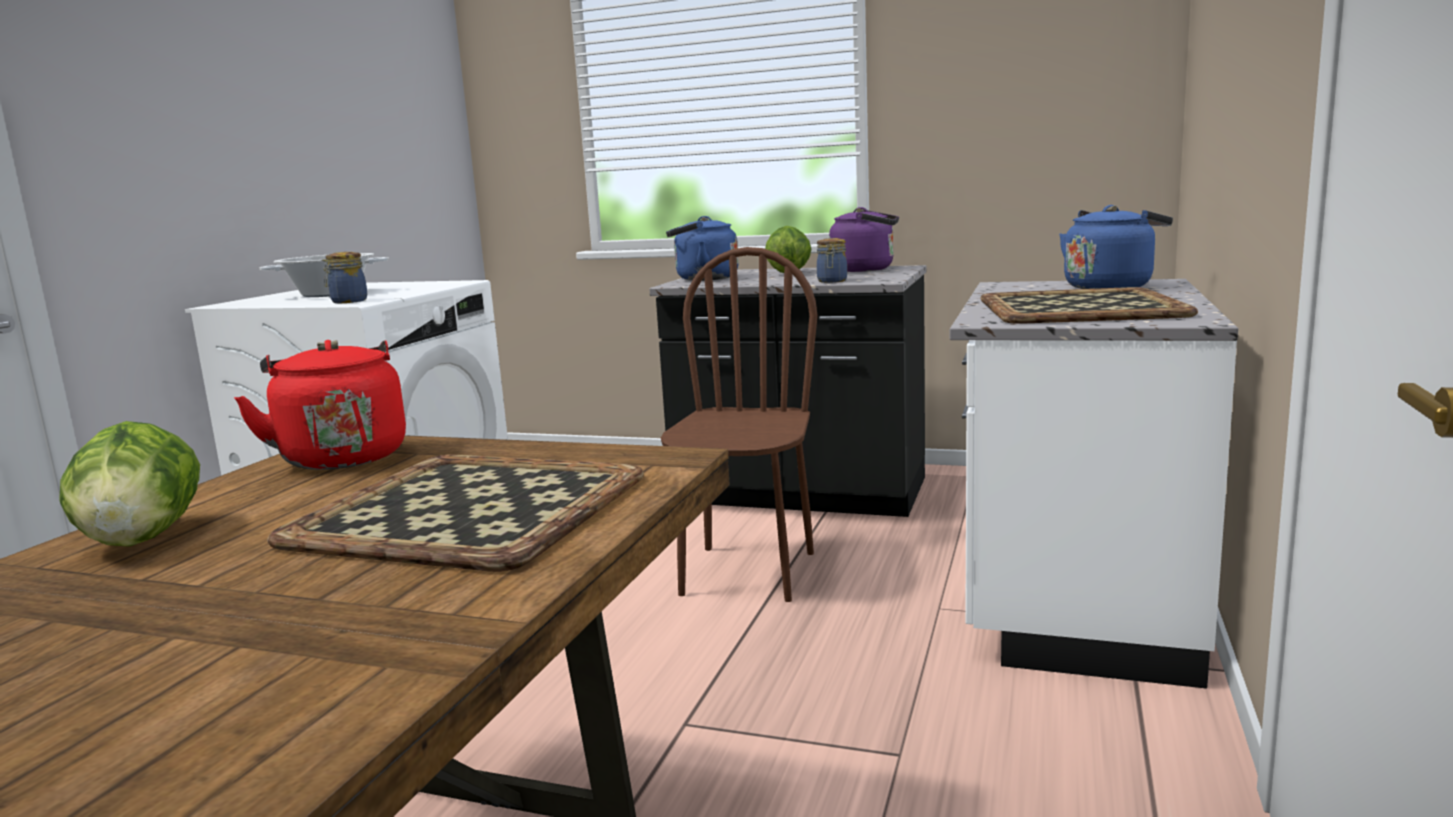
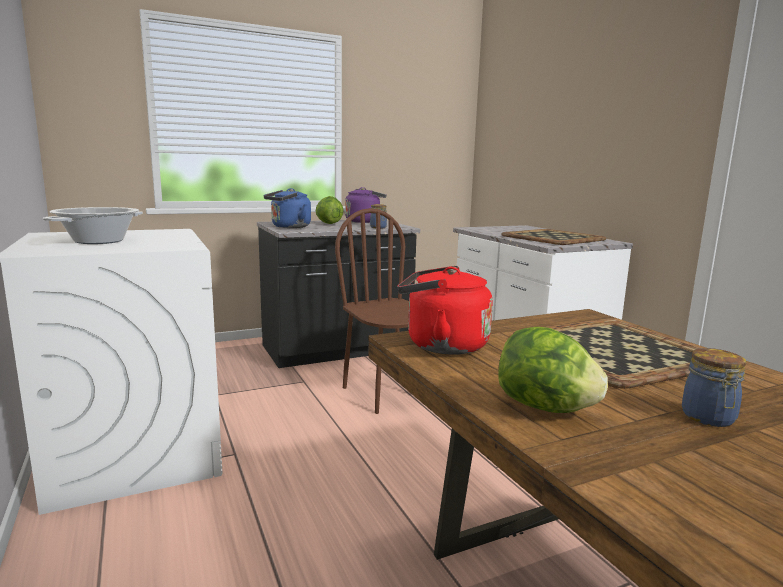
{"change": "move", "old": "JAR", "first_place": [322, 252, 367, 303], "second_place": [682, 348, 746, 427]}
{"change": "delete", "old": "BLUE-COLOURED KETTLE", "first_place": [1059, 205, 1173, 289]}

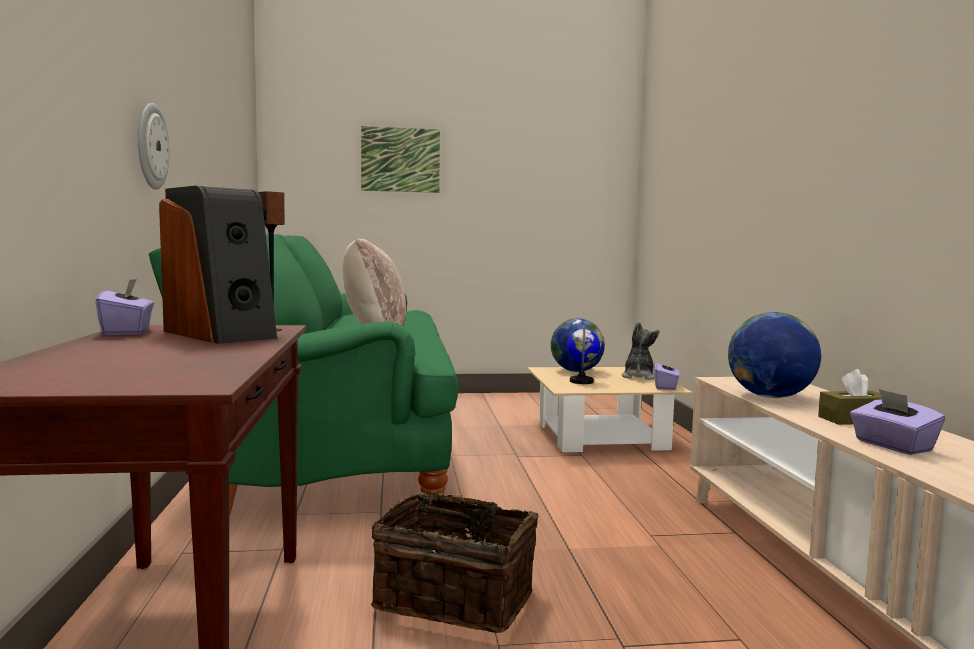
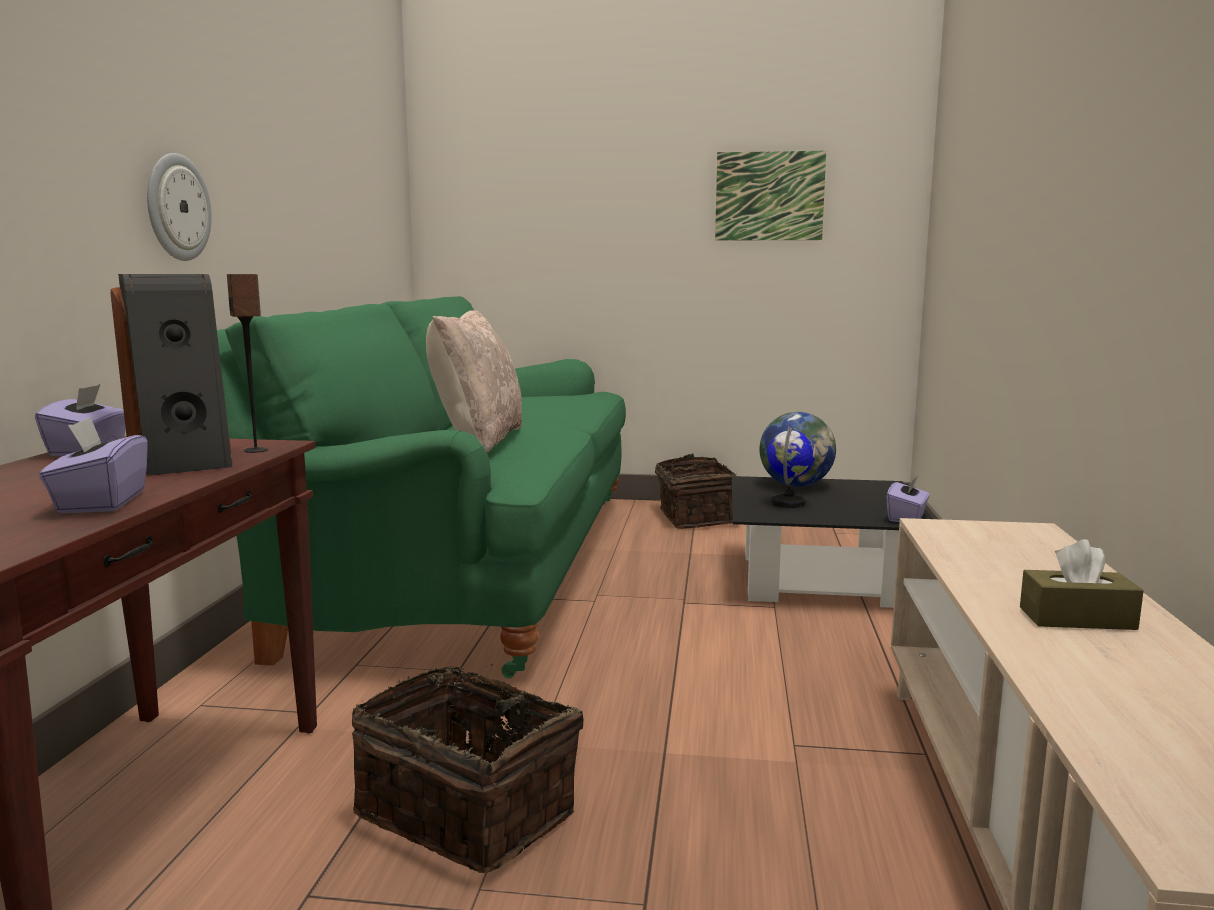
{"change": "move", "old": "PURPLISH TISSUE BOX", "first_place": [850, 389, 945, 455], "second_place": [39, 417, 148, 513]}
{"change": "insert", "new": "STORAGE BASKET", "second_place": [650, 453, 736, 529]}
{"change": "move", "old": "WALL PICTURE", "first_place": [361, 126, 440, 193], "second_place": [715, 150, 826, 241]}
{"change": "recolor", "old": "BEIGE-COLOURED COFFEE TABLE", "new": "BLACK-COLOURED COFFEE TABLE", "first_place": [527, 367, 693, 453], "second_place": [732, 476, 934, 608]}
{"change": "delete", "old": "PLUSH TOY", "first_place": [621, 322, 659, 380]}
{"change": "delete", "old": "DESK GLOBE", "first_place": [728, 312, 821, 398]}

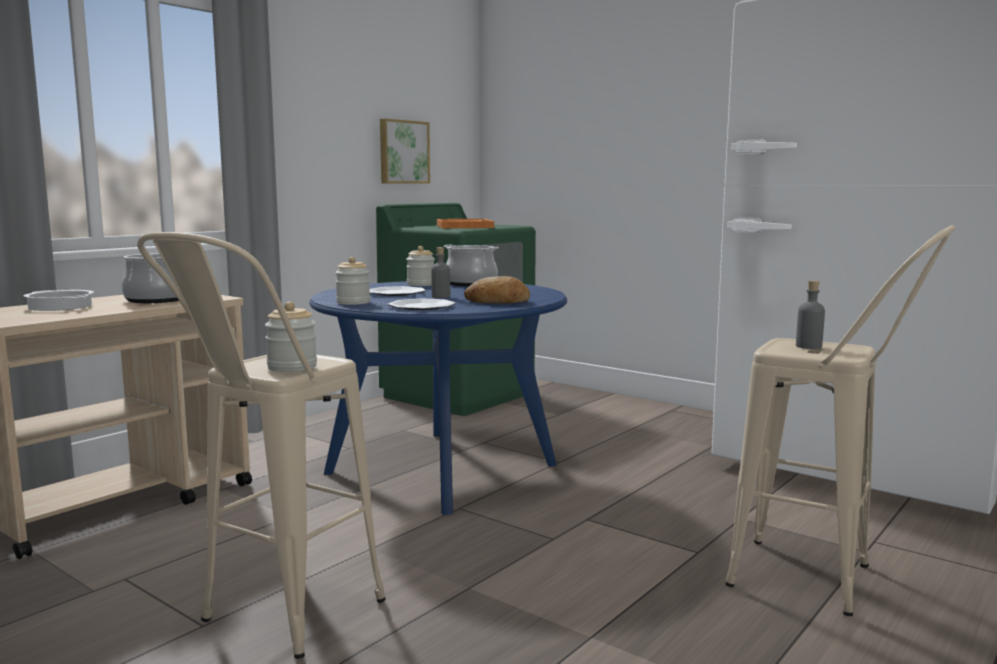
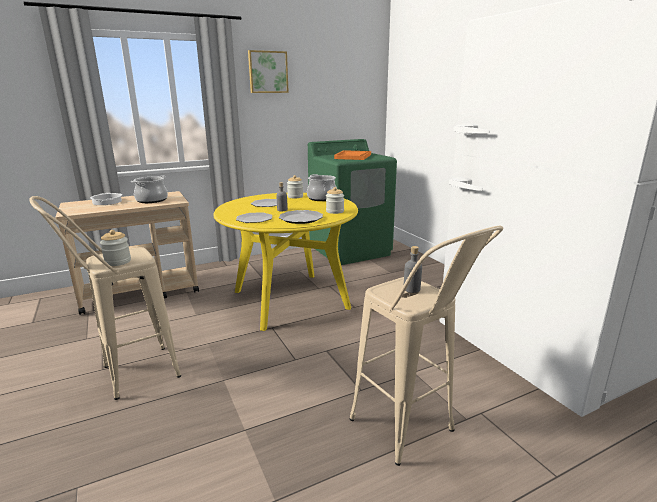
{"change": "recolor", "old": "BLUE-COLOURED DINING TABLE", "new": "YELLOWISH DINING TABLE", "first_place": [309, 281, 567, 515], "second_place": [213, 193, 358, 331]}
{"change": "move", "old": "WALL PICTURE", "first_place": [380, 118, 430, 184], "second_place": [248, 50, 289, 93]}
{"change": "replace", "old": "BREAD", "new": "PLATE", "first_place": [464, 276, 530, 304], "second_place": [279, 210, 323, 224]}
{"change": "move", "old": "JAR", "first_place": [335, 257, 370, 305], "second_place": [326, 187, 344, 214]}

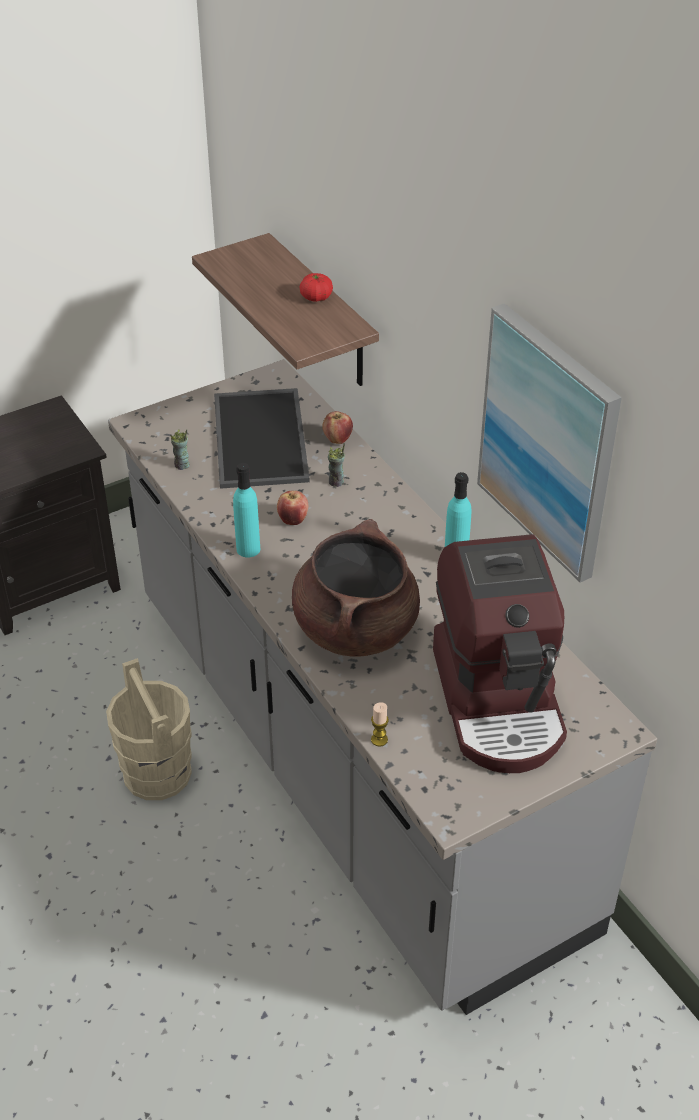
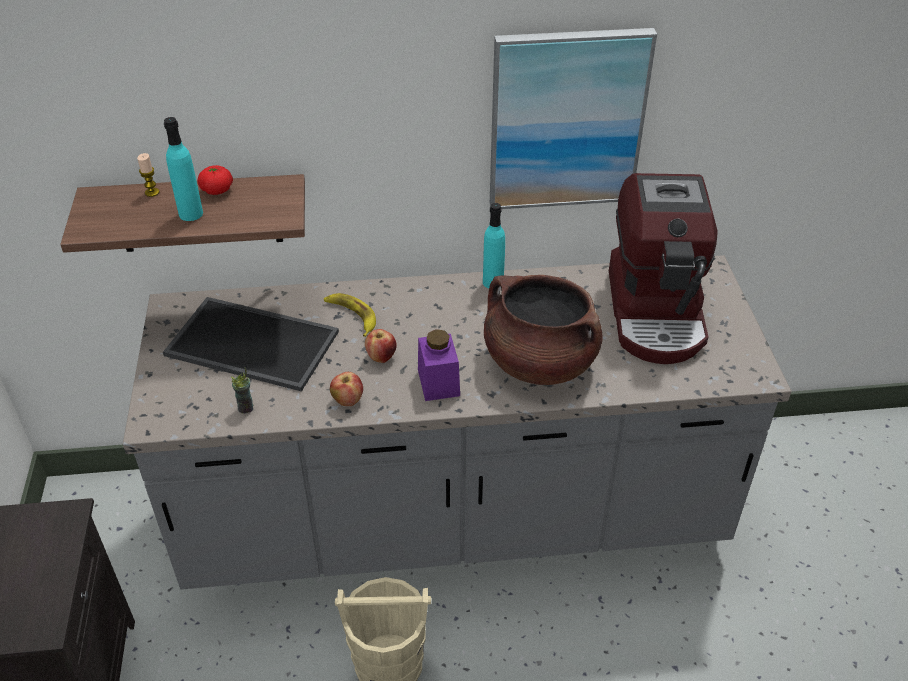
{"change": "move", "old": "WAX LIGHT", "first_place": [371, 702, 389, 747], "second_place": [137, 153, 159, 197]}
{"change": "move", "old": "TURQUOISE DRINK BOTTLE", "first_place": [233, 463, 260, 557], "second_place": [164, 117, 203, 221]}
{"change": "replace", "old": "CUP", "new": "WHOLE BANANA", "first_place": [328, 443, 345, 487], "second_place": [324, 293, 376, 337]}
{"change": "move", "old": "APPLE", "first_place": [322, 411, 353, 444], "second_place": [330, 372, 363, 406]}
{"change": "insert", "new": "PURPLISH JAR", "second_place": [418, 329, 460, 401]}
{"change": "rotate", "old": "COFFEE MACHINE", "first_place": [433, 534, 567, 773], "second_place": [609, 173, 718, 364], "degrees": 75}

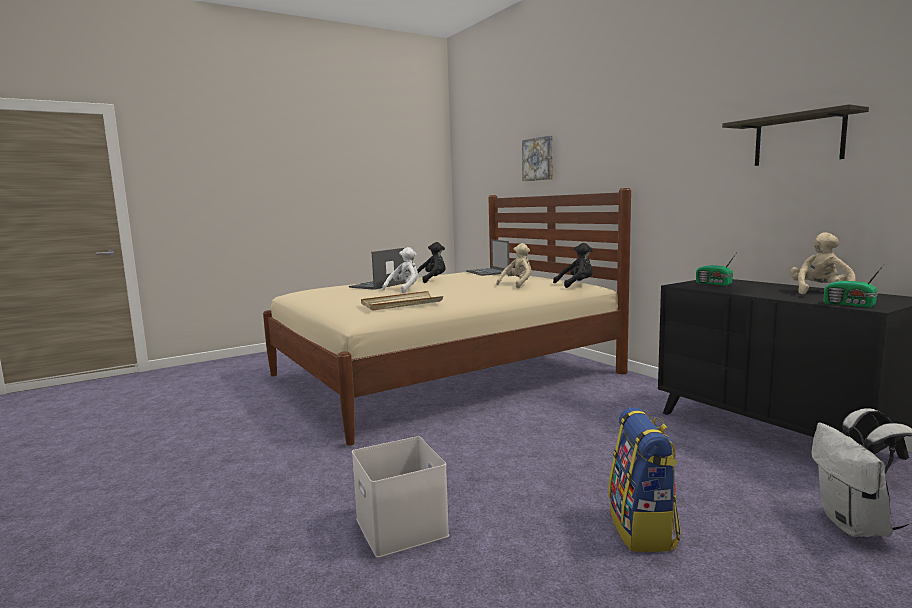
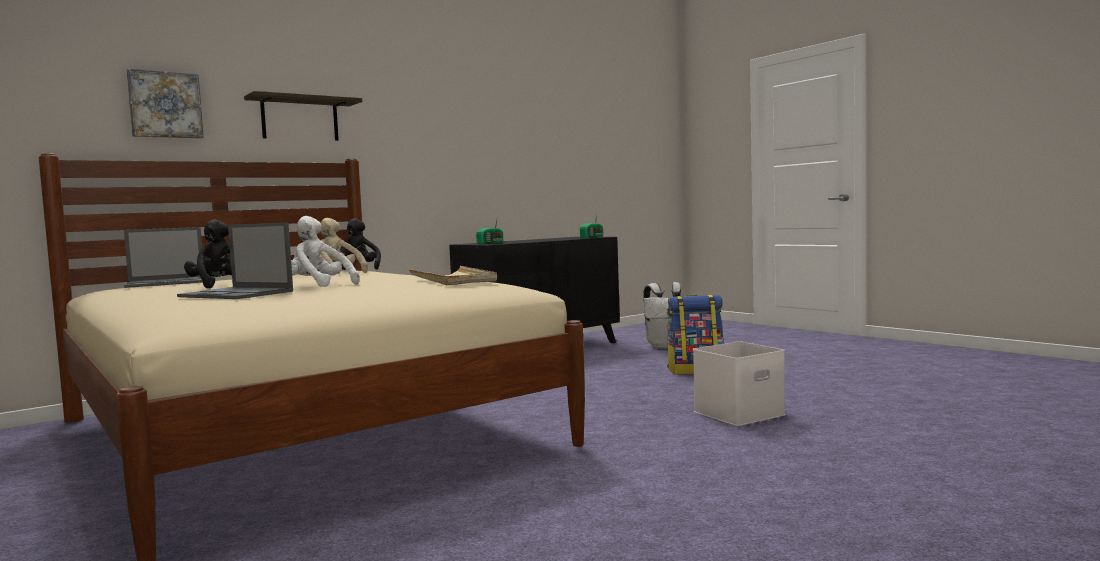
{"change": "move", "old": "WALL SHELF", "first_place": [722, 104, 869, 166], "second_place": [244, 91, 362, 141]}
{"change": "delete", "old": "BEIGE-COLOURED PLUSH TOY", "first_place": [790, 232, 855, 295]}

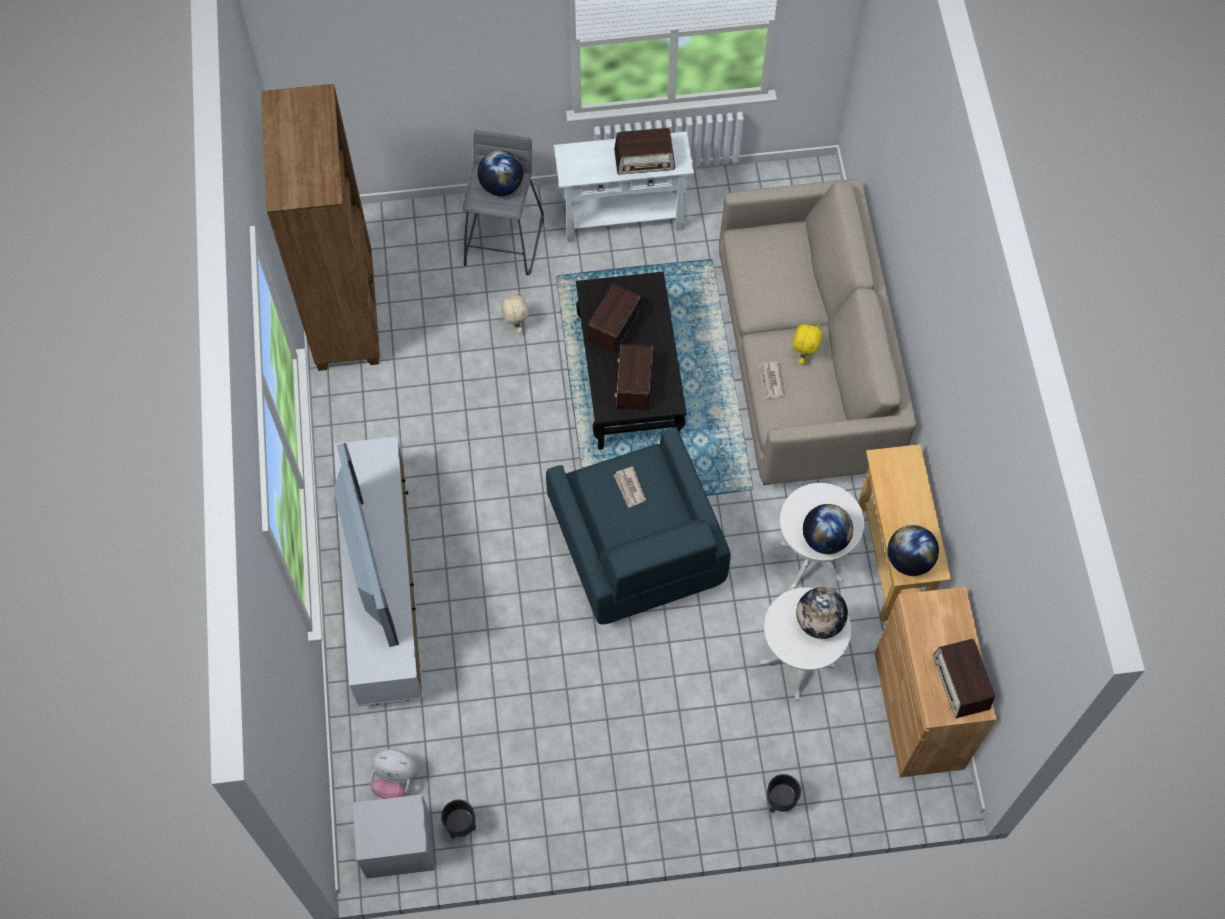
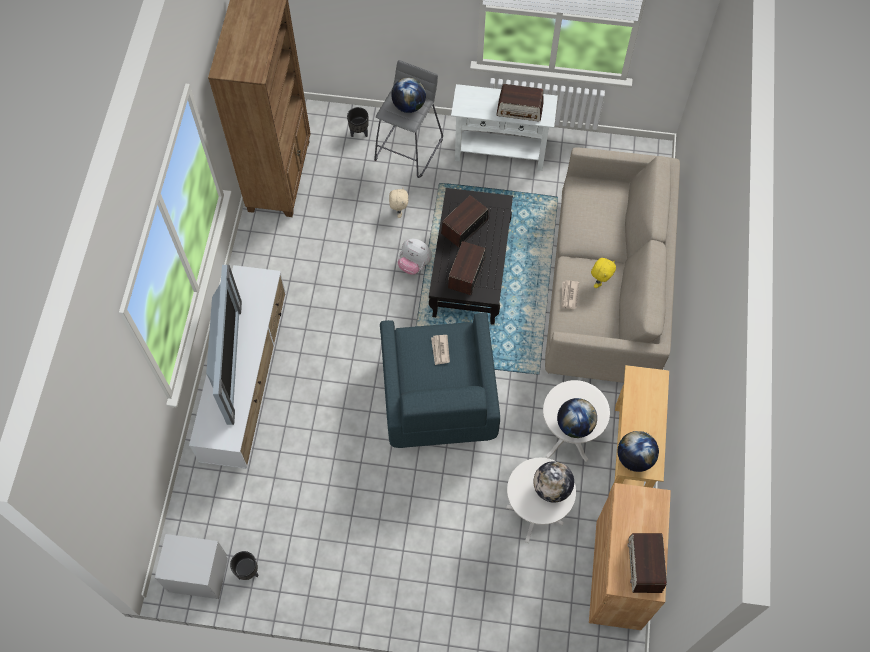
{"change": "move", "old": "BLACK-COLOURED PLANT POT", "first_place": [767, 774, 801, 813], "second_place": [347, 107, 368, 137]}
{"change": "move", "old": "PLUSH TOY", "first_place": [370, 749, 418, 799], "second_place": [398, 239, 432, 275]}

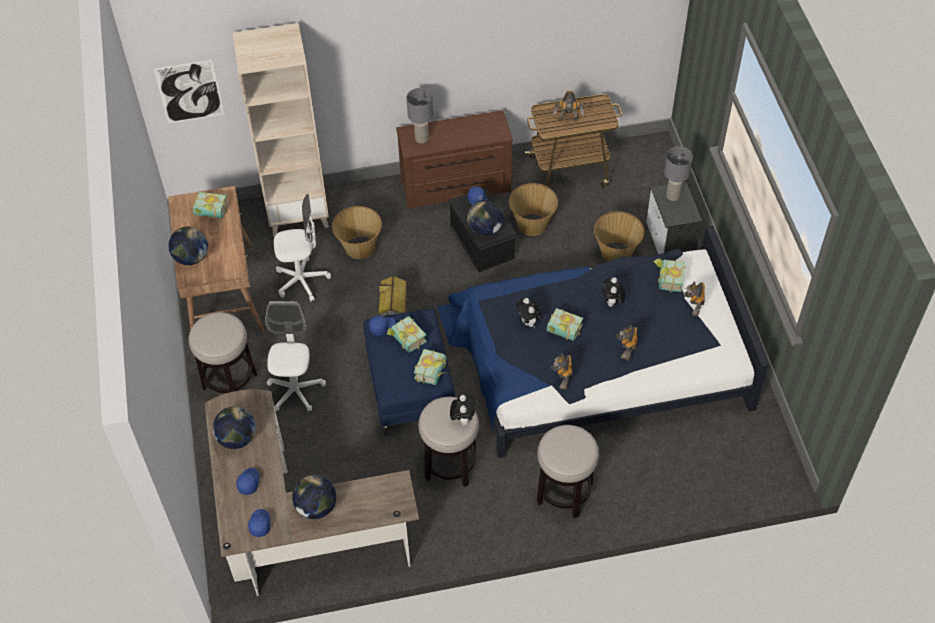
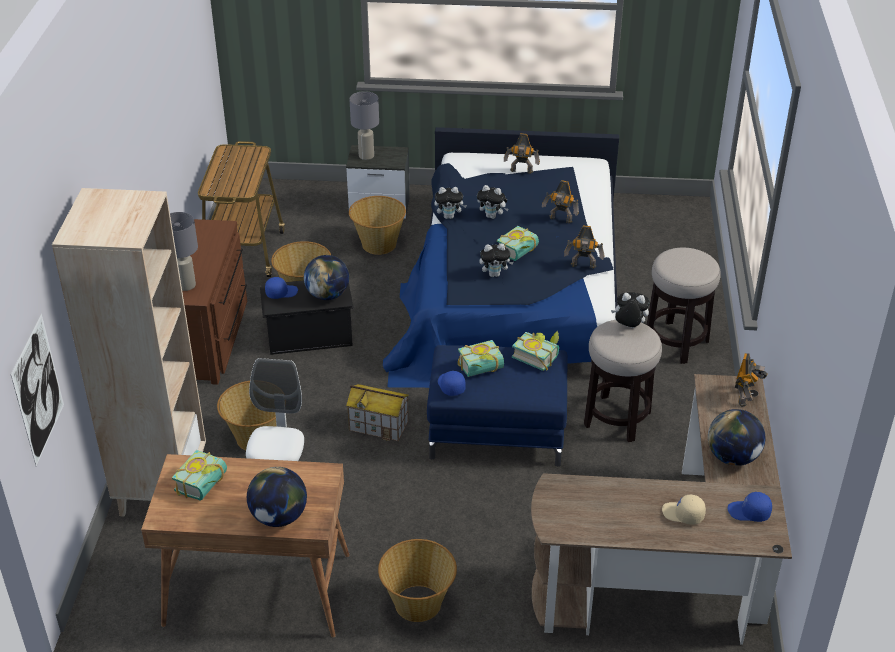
{"change": "replace", "old": "STOOL SEAT", "new": "STORAGE BASKET", "first_place": [189, 312, 257, 393], "second_place": [378, 539, 457, 622]}
{"change": "insert", "new": "PLUSH TOY", "second_place": [434, 187, 467, 219]}
{"change": "recolor", "old": "BLUE-COLOURED CAP", "new": "BEIGE-COLOURED CAP", "first_place": [236, 468, 260, 495], "second_place": [662, 495, 706, 525]}
{"change": "move", "old": "TOY ROBOT", "first_place": [553, 91, 585, 121], "second_place": [735, 353, 768, 407]}
{"change": "delete", "old": "DESK GLOBE", "first_place": [213, 406, 256, 449]}
{"change": "delete", "old": "WHITE DESK CHAIR", "first_place": [266, 301, 326, 411]}
{"change": "delete", "old": "BOUND BOOK", "first_place": [654, 259, 685, 293]}

